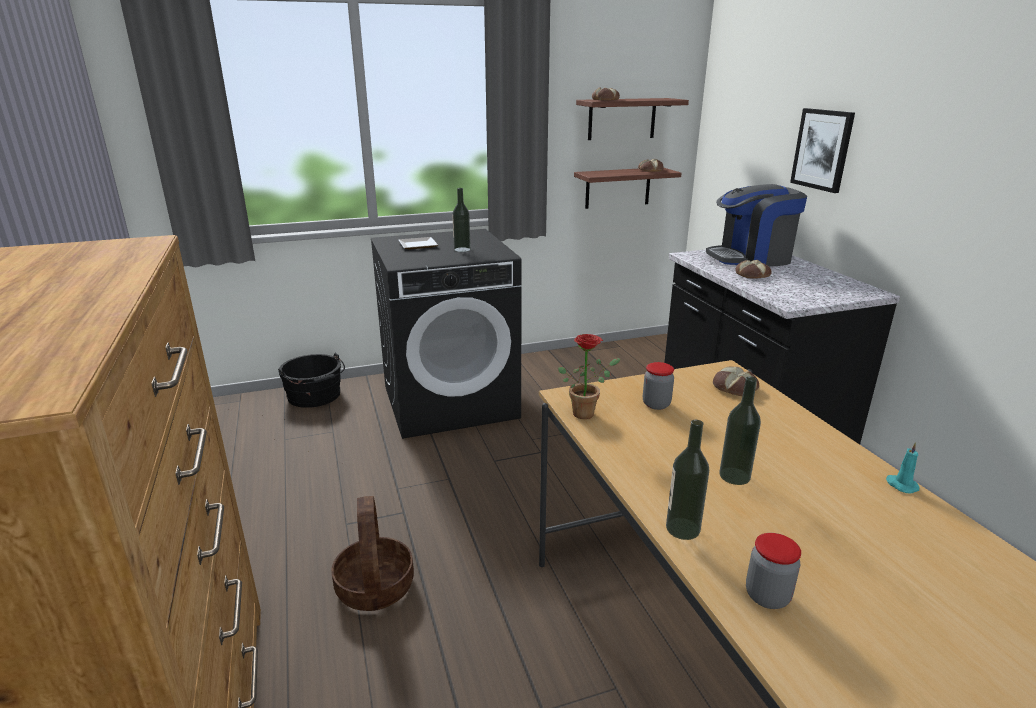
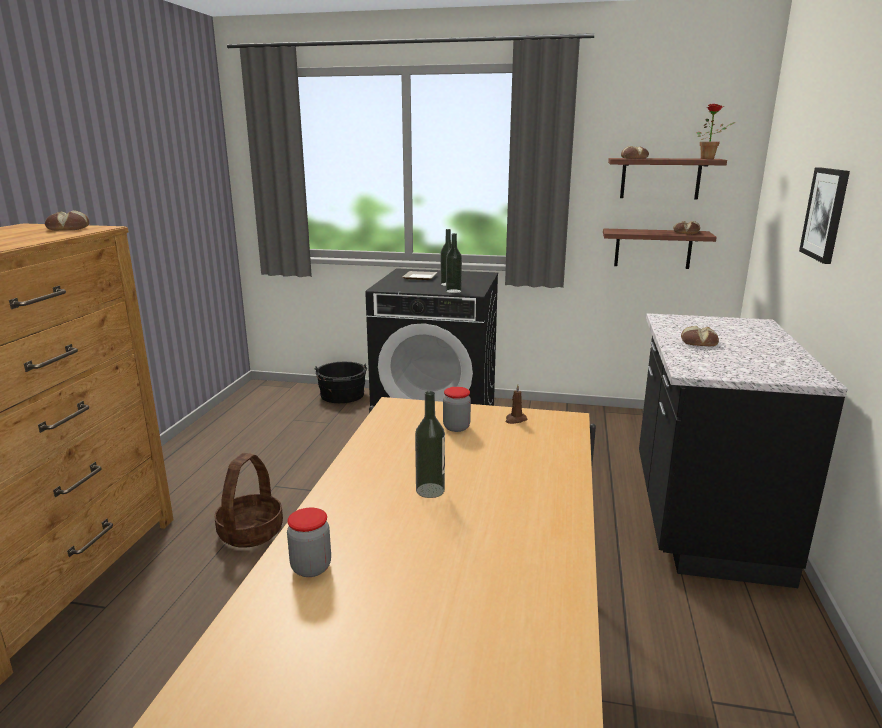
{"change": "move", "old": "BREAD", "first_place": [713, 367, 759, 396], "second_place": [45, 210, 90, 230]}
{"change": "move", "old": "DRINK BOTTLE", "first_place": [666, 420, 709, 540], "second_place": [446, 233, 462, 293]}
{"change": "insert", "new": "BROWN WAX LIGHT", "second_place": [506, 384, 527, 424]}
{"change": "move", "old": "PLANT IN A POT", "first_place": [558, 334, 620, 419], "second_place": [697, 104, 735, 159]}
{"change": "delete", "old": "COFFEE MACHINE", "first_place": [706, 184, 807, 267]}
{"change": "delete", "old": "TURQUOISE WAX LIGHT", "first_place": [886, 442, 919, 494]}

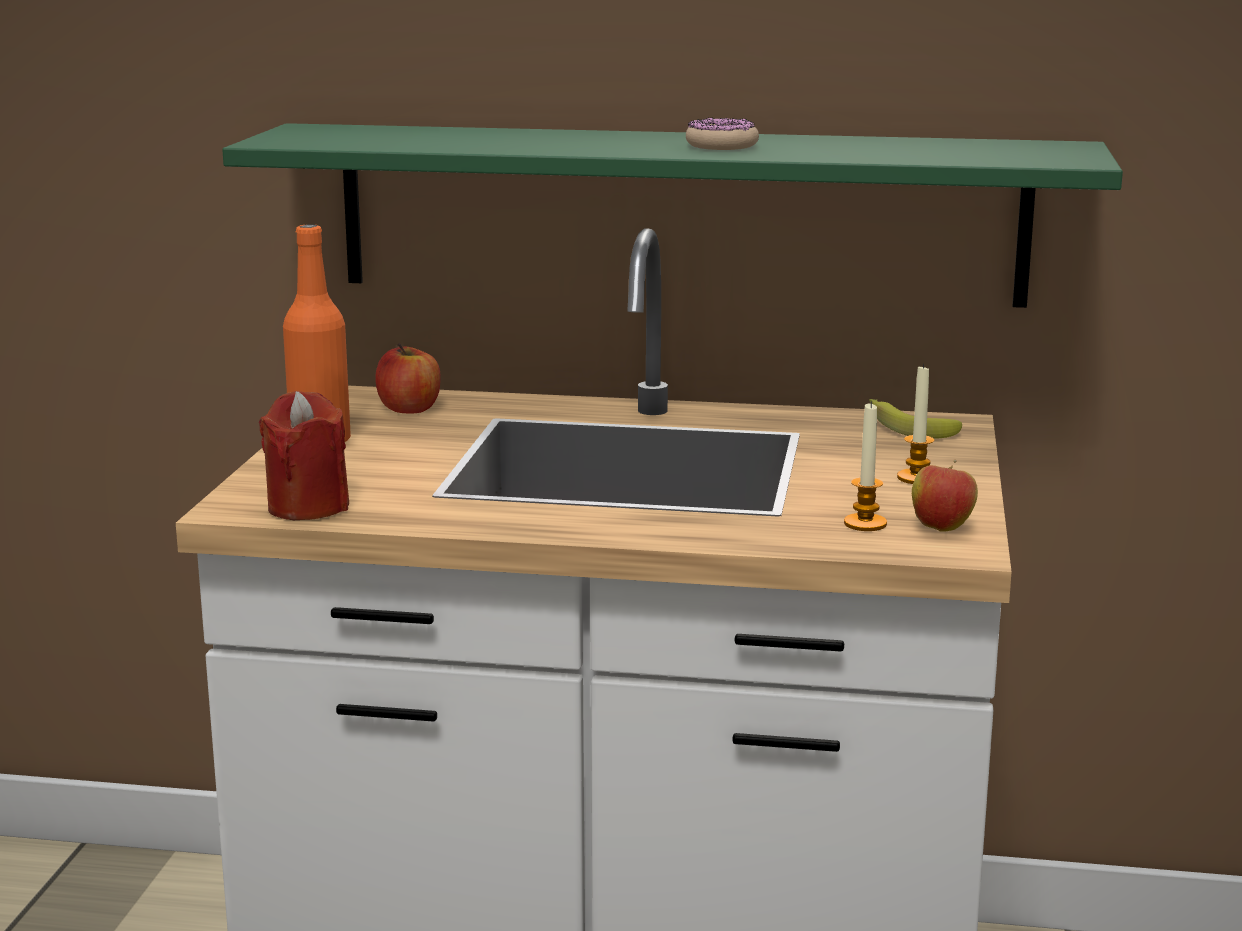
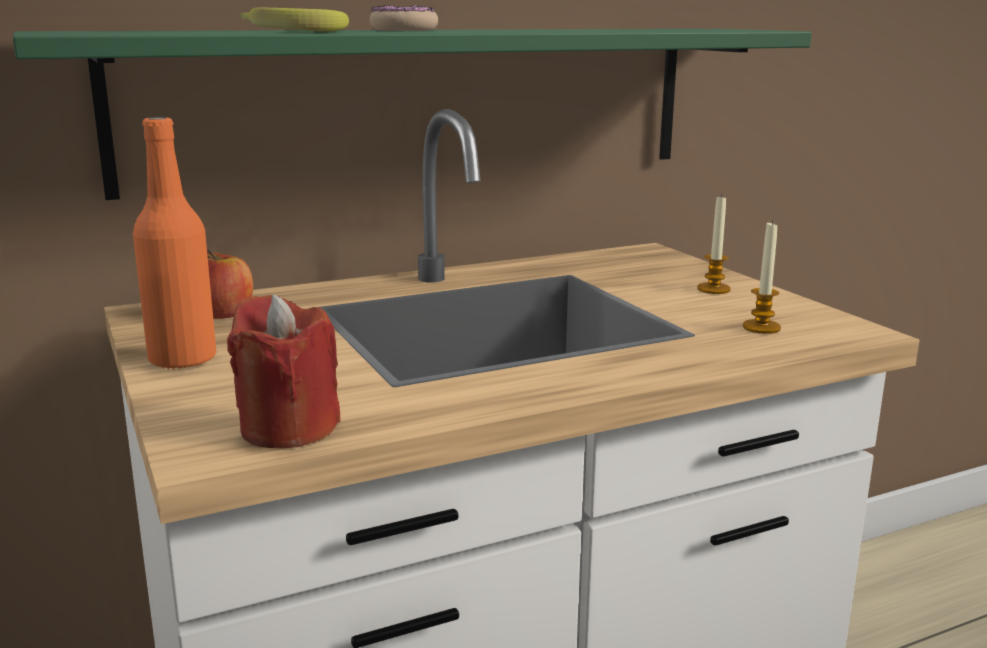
{"change": "move", "old": "WHOLE BANANA", "first_place": [869, 399, 962, 439], "second_place": [239, 8, 349, 31]}
{"change": "move", "old": "DOUGHNUT", "first_place": [686, 117, 759, 150], "second_place": [370, 5, 438, 31]}
{"change": "delete", "old": "APPLE", "first_place": [912, 460, 978, 532]}

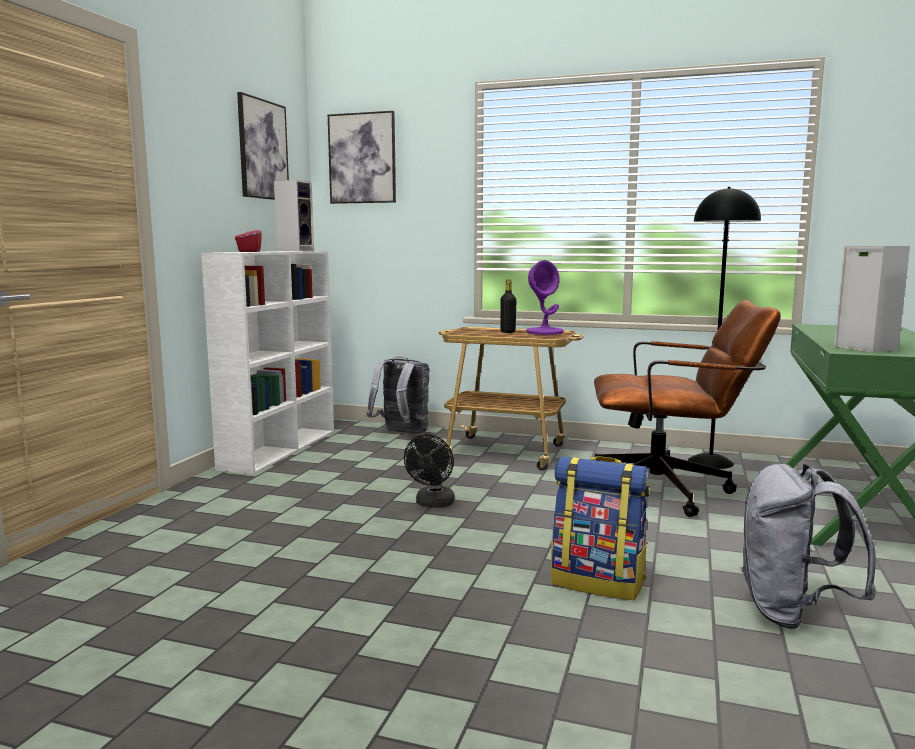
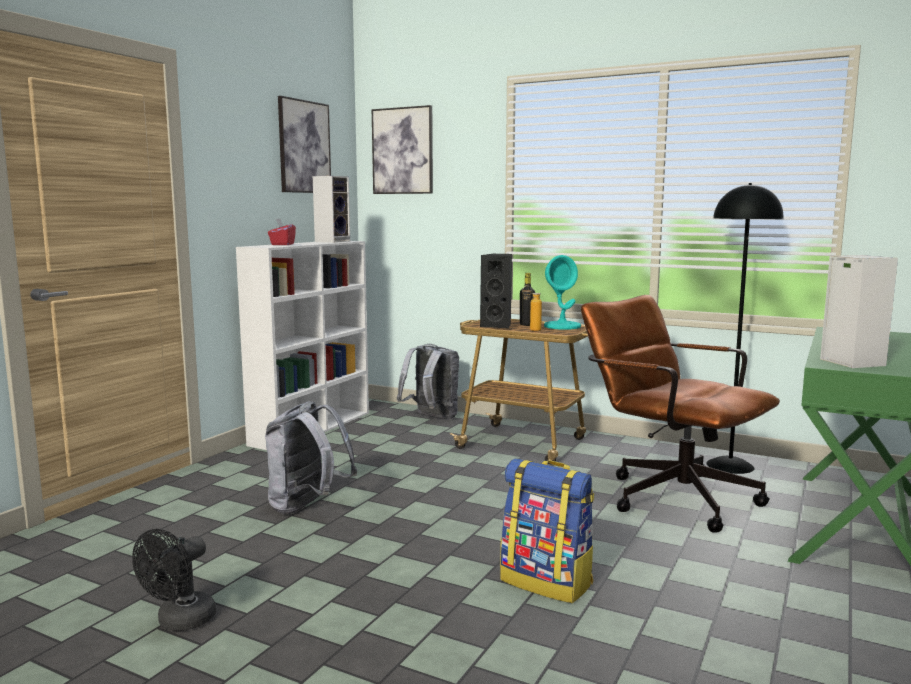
{"change": "move", "old": "BLACK-COLOURED FAN", "first_place": [404, 434, 455, 508], "second_place": [132, 529, 216, 631]}
{"change": "move", "old": "GREY RUCKSACK", "first_place": [740, 464, 876, 629], "second_place": [265, 401, 357, 514]}
{"change": "insert", "new": "BLACK-COLOURED SPEAKER", "second_place": [480, 254, 512, 328]}
{"change": "insert", "new": "DRINK BOTTLE", "second_place": [523, 285, 542, 331]}
{"change": "recolor", "old": "PURPLISH TABLETOP LAMP", "new": "TURQUOISE TABLETOP LAMP", "first_place": [526, 260, 564, 335], "second_place": [544, 255, 581, 330]}
{"change": "rotate", "old": "BROWN DESK CHAIR", "first_place": [594, 300, 781, 517], "second_place": [581, 295, 780, 533], "degrees": -150}

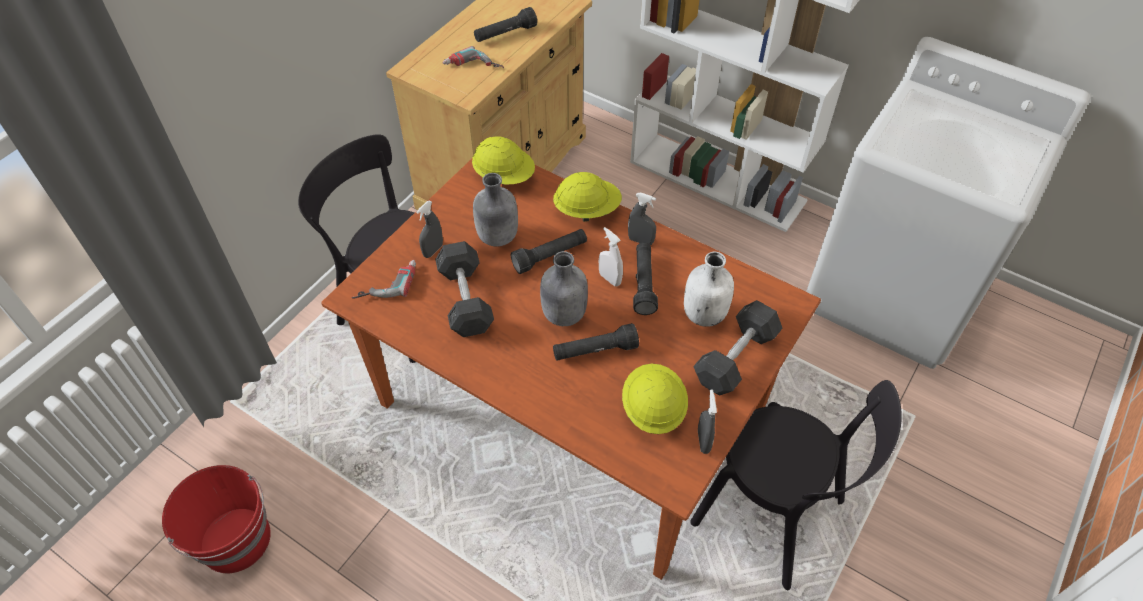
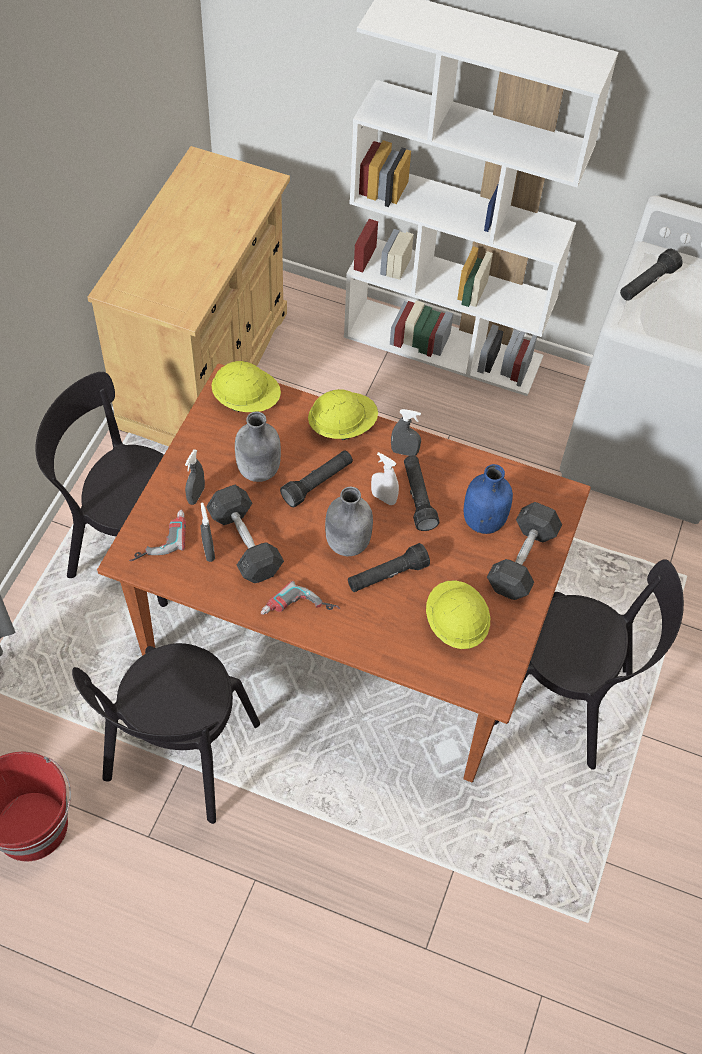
{"change": "insert", "new": "BLACK-COLOURED CHAIR", "second_place": [72, 643, 260, 824]}
{"change": "move", "old": "GREY HAND SPRAYER", "first_place": [698, 390, 717, 454], "second_place": [201, 502, 215, 562]}
{"change": "move", "old": "POWER DRILL", "first_place": [443, 46, 504, 68], "second_place": [261, 581, 340, 615]}
{"change": "recolor", "old": "WHITE DRINK BOTTLE", "new": "BLUE-COLOURED DRINK BOTTLE", "first_place": [684, 252, 734, 327], "second_place": [464, 464, 513, 534]}
{"change": "move", "old": "BLACK-COLOURED TORCH", "first_place": [474, 7, 537, 42], "second_place": [620, 249, 683, 301]}

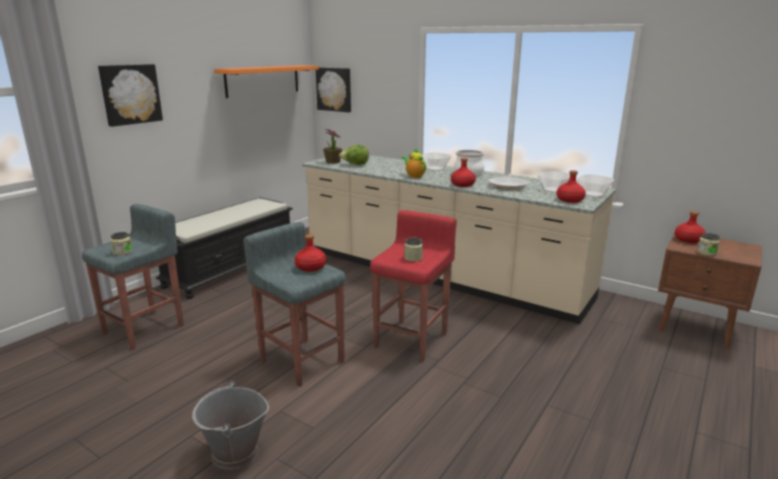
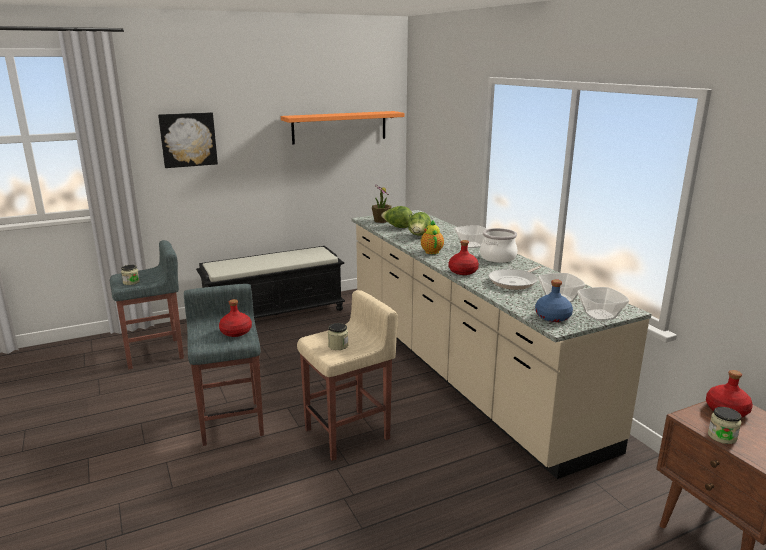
{"change": "recolor", "old": "REDDISH STOOL SEAT", "new": "BEIGE-COLOURED STOOL SEAT", "first_place": [370, 210, 457, 362], "second_place": [297, 290, 398, 461]}
{"change": "insert", "new": "LETTUCE HEAD", "second_place": [408, 212, 431, 236]}
{"change": "recolor", "old": "REDDISH DRINK BOTTLE", "new": "BLUE-COLOURED DRINK BOTTLE", "first_place": [556, 170, 586, 203], "second_place": [535, 279, 573, 322]}
{"change": "delete", "old": "GREY PAIL", "first_place": [192, 381, 269, 470]}
{"change": "delete", "old": "WALL PICTURE", "first_place": [316, 67, 351, 112]}

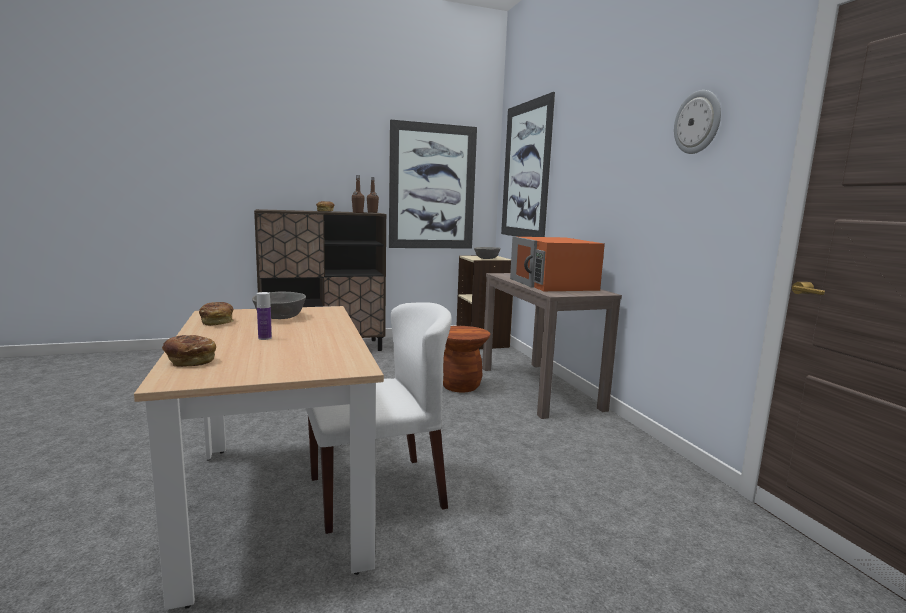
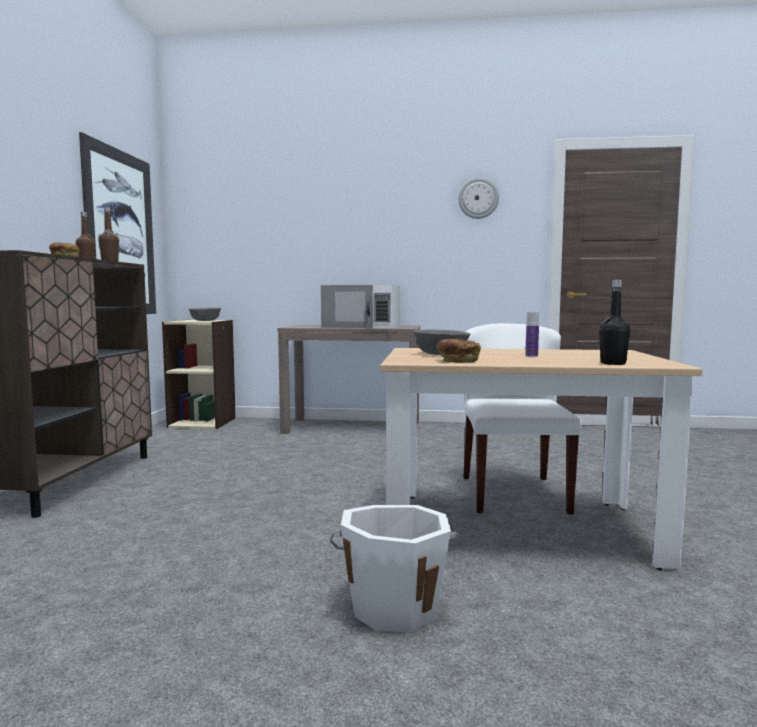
{"change": "recolor", "old": "ORANGEY MICROWAVE", "new": "WHITE MICROWAVE", "first_place": [510, 237, 605, 291], "second_place": [321, 285, 400, 328]}
{"change": "insert", "new": "WHITE PAIL", "second_place": [330, 505, 461, 632]}
{"change": "replace", "old": "BREAD", "new": "BLACK-COLOURED DRINK BOTTLE", "first_place": [162, 335, 216, 367], "second_place": [599, 280, 631, 365]}
{"change": "delete", "old": "BROWN STOOL SEAT", "first_place": [443, 326, 490, 392]}
{"change": "delete", "old": "WALL PICTURE", "first_place": [501, 92, 555, 237]}

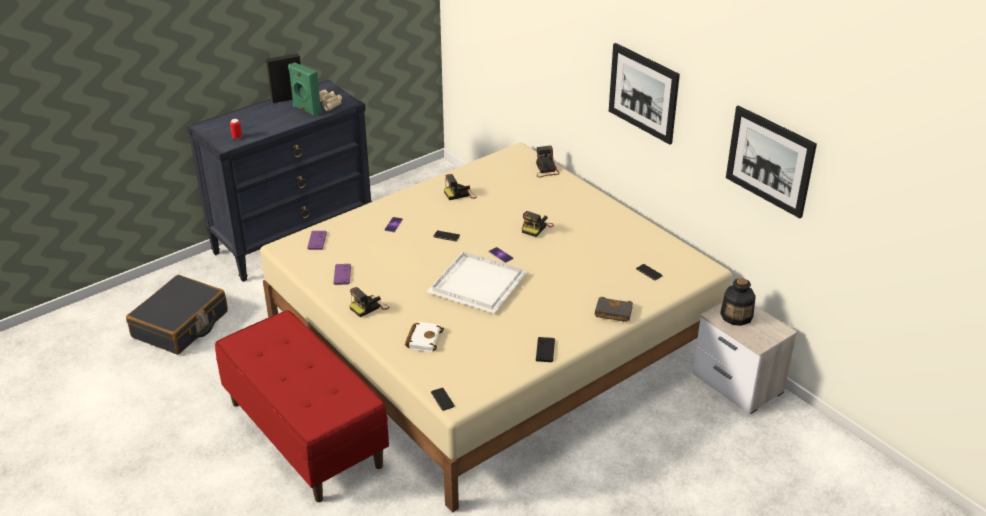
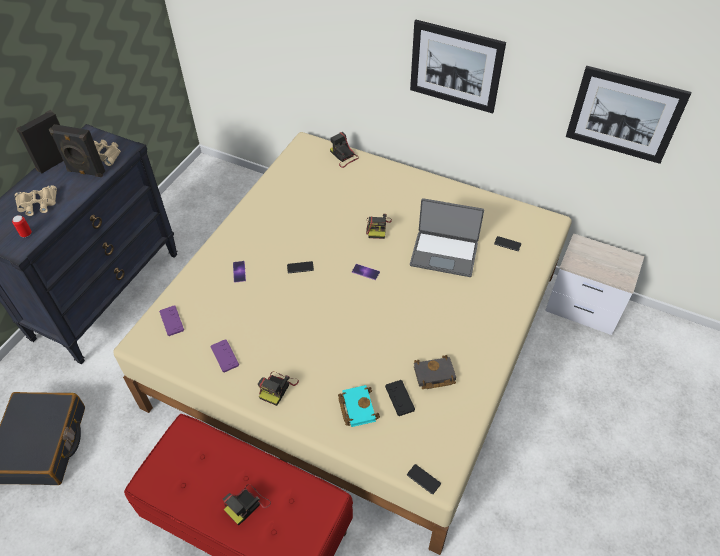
{"change": "insert", "new": "BEIGE-COLOURED PAIR OF BINOCULARS", "second_place": [15, 185, 57, 216]}
{"change": "recolor", "old": "GREEN-COLOURED SPEAKER", "new": "BLACK-COLOURED SPEAKER", "first_place": [288, 62, 321, 117], "second_place": [49, 124, 105, 177]}
{"change": "move", "old": "PHOTO CAMERA", "first_place": [444, 174, 477, 200], "second_place": [223, 484, 271, 526]}
{"change": "recolor", "old": "WHITE BOUND BOOK", "new": "TURQUOISE BOUND BOOK", "first_place": [405, 322, 444, 352], "second_place": [338, 385, 380, 427]}
{"change": "move", "old": "BLACK-COLOURED GAME CONTROLLER", "first_place": [536, 337, 555, 362], "second_place": [385, 380, 415, 416]}
{"change": "insert", "new": "LAPTOP", "second_place": [410, 198, 484, 277]}
{"change": "move", "old": "BLACK-COLOURED BOUND BOOK", "first_place": [595, 297, 633, 322], "second_place": [414, 355, 456, 389]}
{"change": "delete", "old": "WHITE CARRYING TRAY", "first_place": [427, 252, 527, 313]}
{"change": "delete", "old": "DRINK BOTTLE", "first_place": [720, 278, 756, 326]}

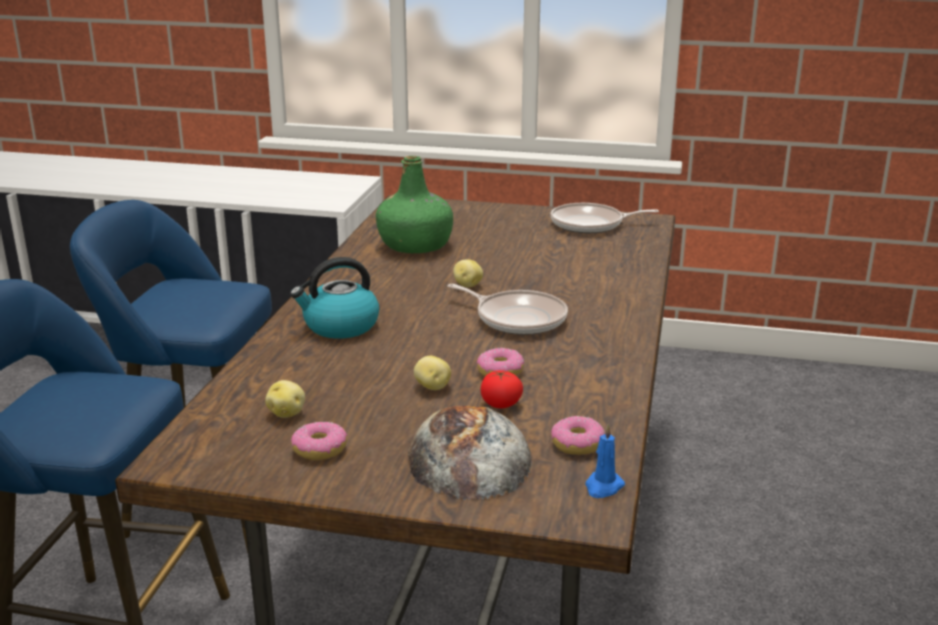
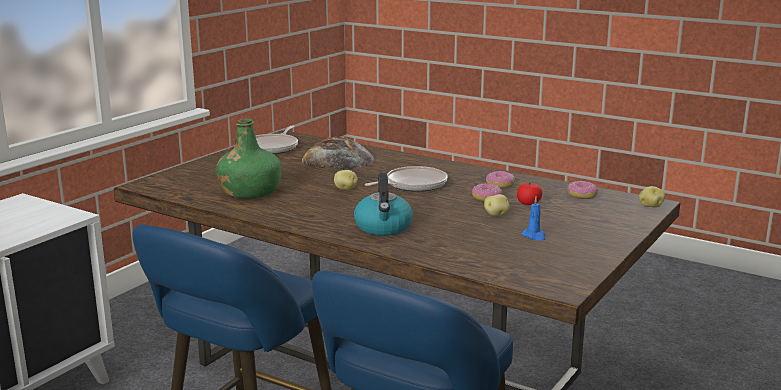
{"change": "move", "old": "BREAD", "first_place": [408, 406, 532, 500], "second_place": [301, 137, 375, 170]}
{"change": "move", "old": "DOUGHNUT", "first_place": [291, 421, 347, 460], "second_place": [486, 171, 515, 189]}
{"change": "move", "old": "BLUE-COLOURED WAX LIGHT", "first_place": [585, 424, 625, 498], "second_place": [522, 197, 545, 241]}
{"change": "move", "old": "POTATO", "first_place": [265, 380, 305, 418], "second_place": [639, 186, 665, 208]}

